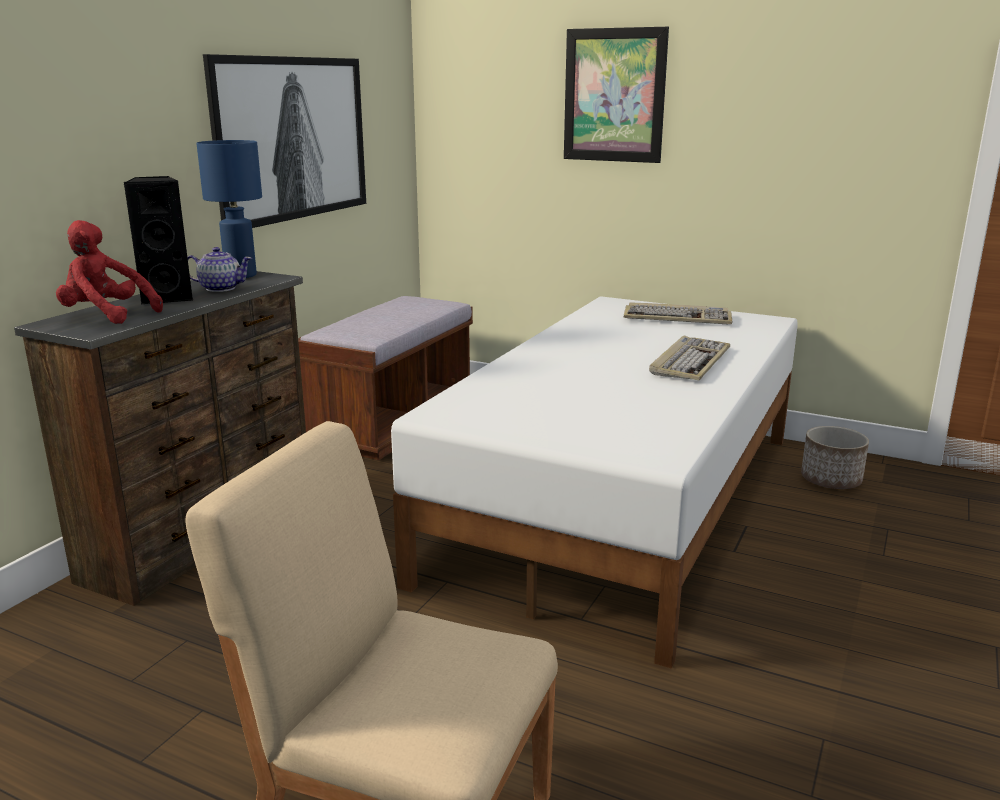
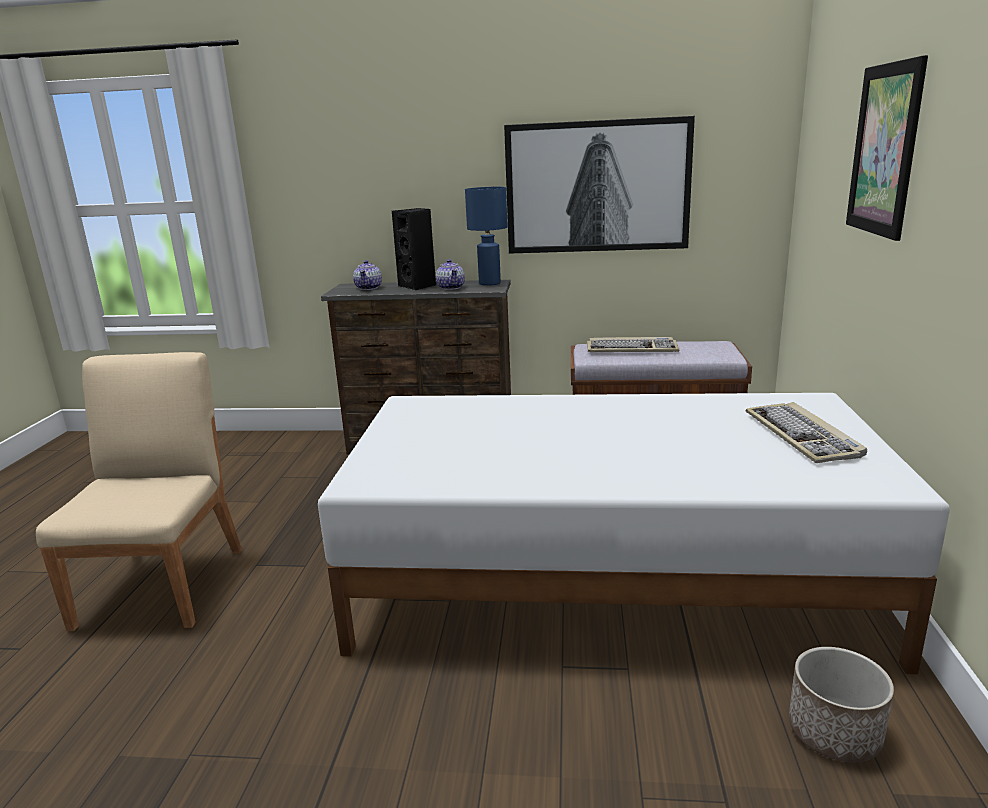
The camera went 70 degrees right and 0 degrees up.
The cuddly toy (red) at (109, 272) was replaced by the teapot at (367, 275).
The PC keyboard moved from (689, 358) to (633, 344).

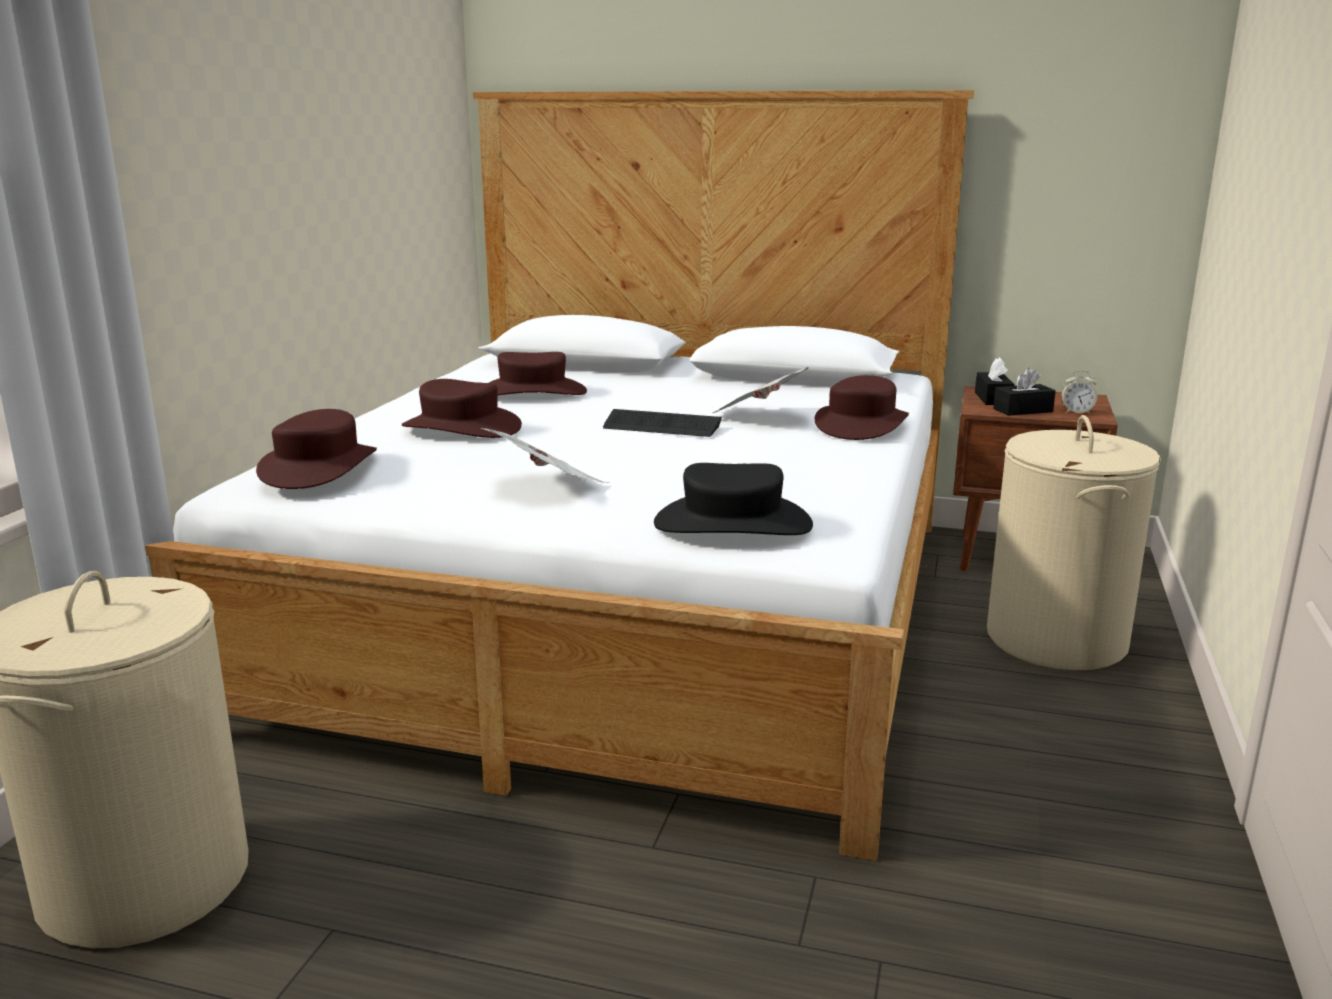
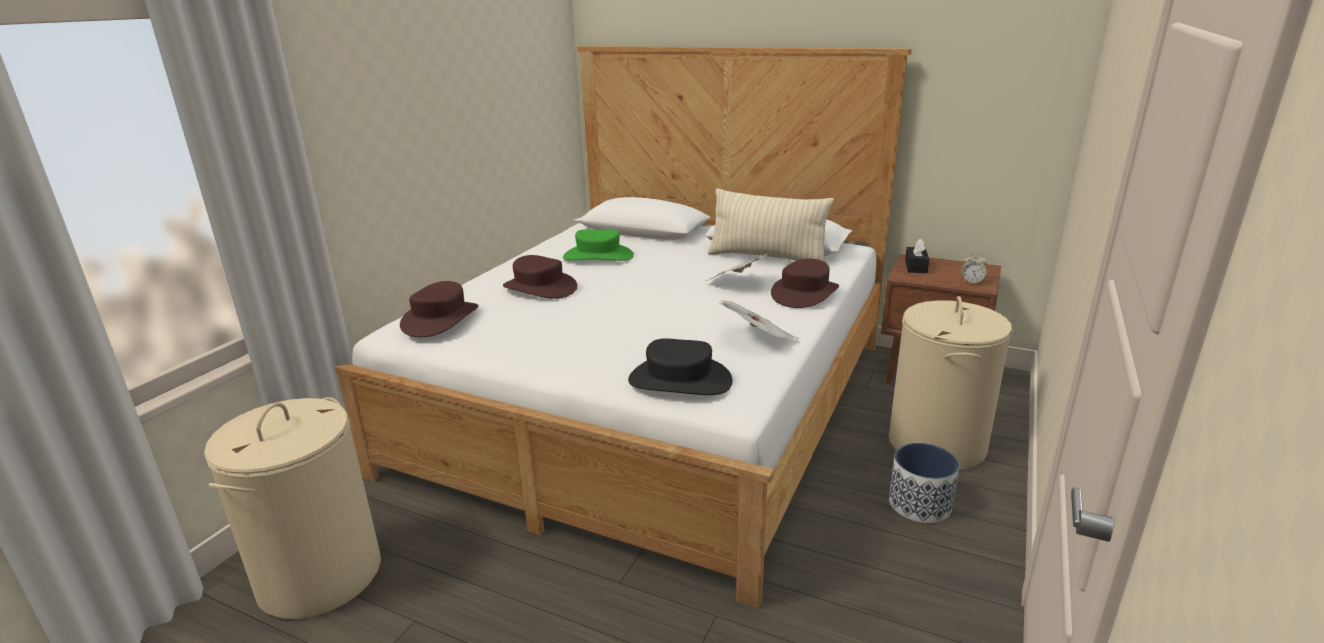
The camera went 10 degrees right and 5 degrees up.
The hat (brown-coloured) at (538, 373) became the hat (green-coloured) at (598, 245).
The tissue holder (black-coloured) at (1024, 392) disappeared.
The PC keyboard at (662, 423) disappeared.
The newspaper moved from (544, 455) to (759, 320).
The pillow (beige) at (771, 225) appeared.
The flower pot at (924, 483) appeared.

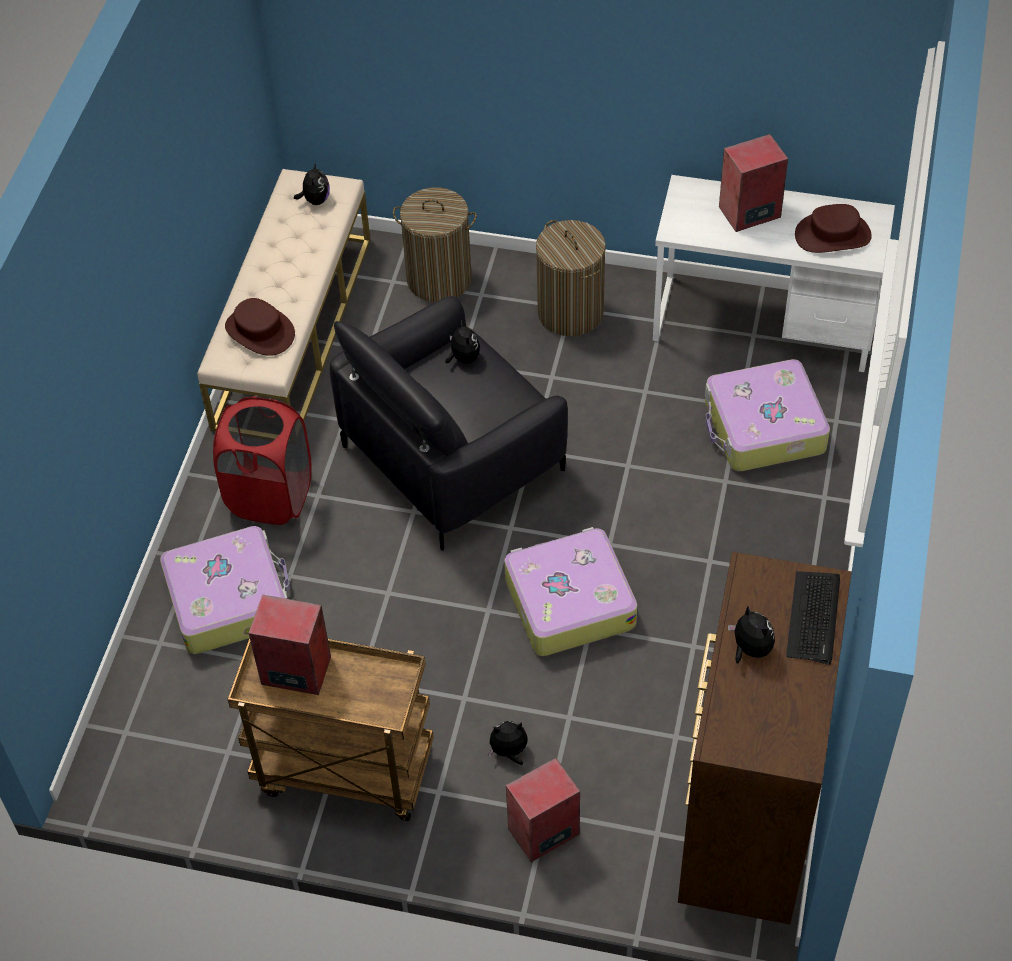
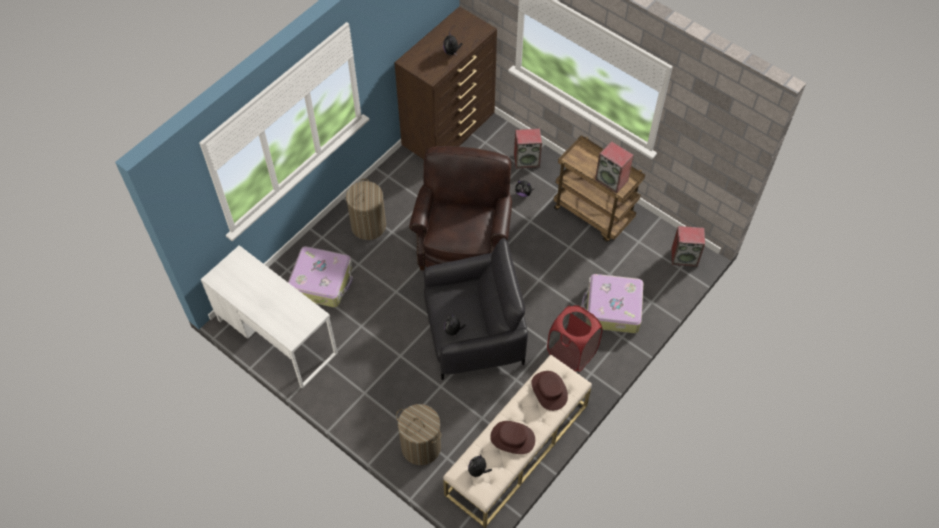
The camera went 155 degrees left and 5 degrees up.
The audio speaker moved from (753, 183) to (688, 246).
The hat (brown-coloured) moved from (833, 228) to (512, 437).
The laundry basket moved from (571, 278) to (366, 209).
The travel case at (570, 591) was replaced by the lounge chair (brown-coloured) at (460, 208).
The PC keyboard at (813, 618) disappeared.

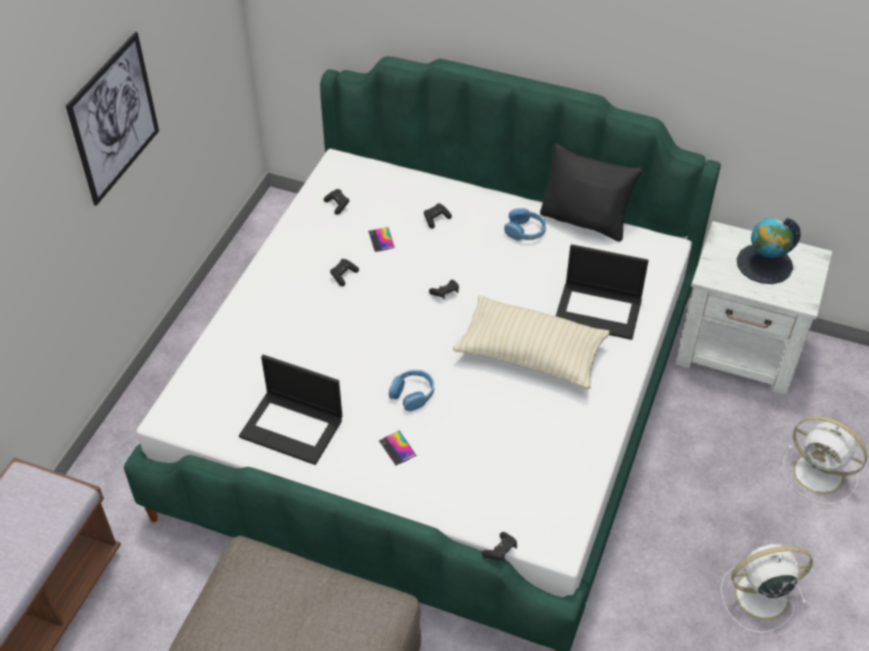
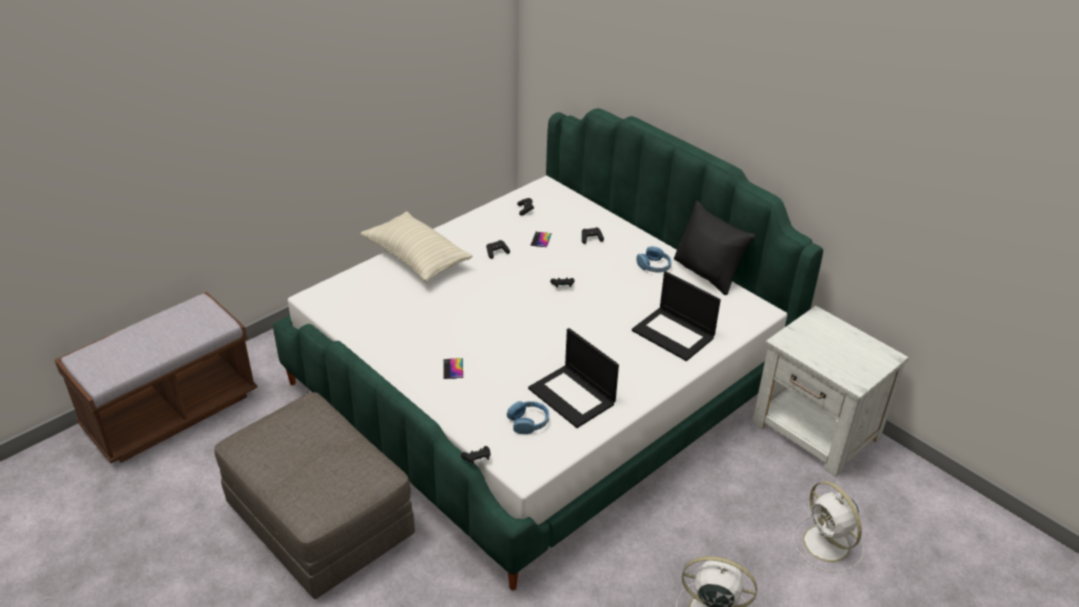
The camera went 25 degrees right and 10 degrees down.
The picture at (112, 119) disappeared.
The desk globe at (769, 251) disappeared.
The pillow (beige) moved from (531, 342) to (416, 247).
The notebook computer moved from (290, 410) to (573, 378).
The headphones (blue) moved from (411, 390) to (528, 417).

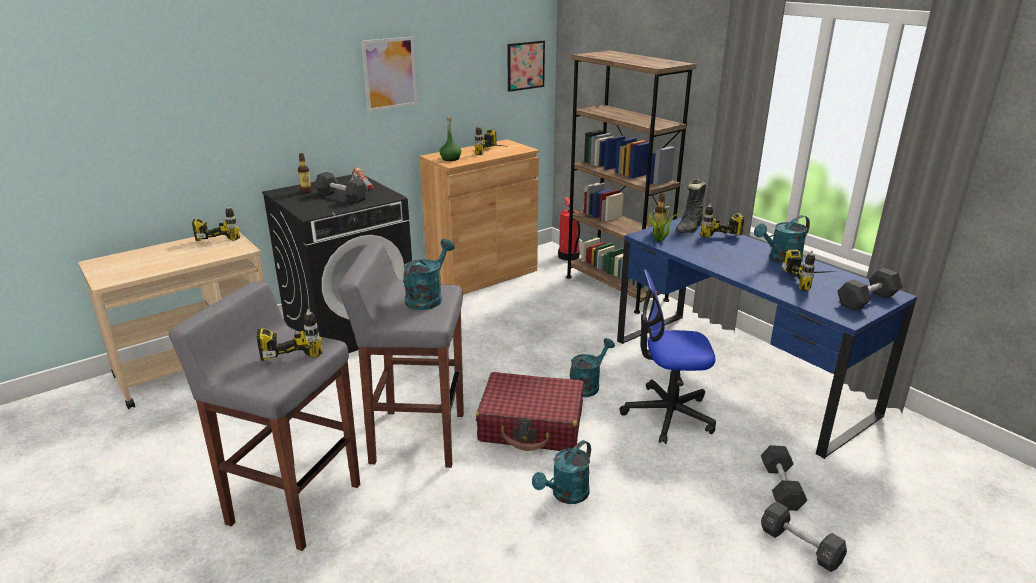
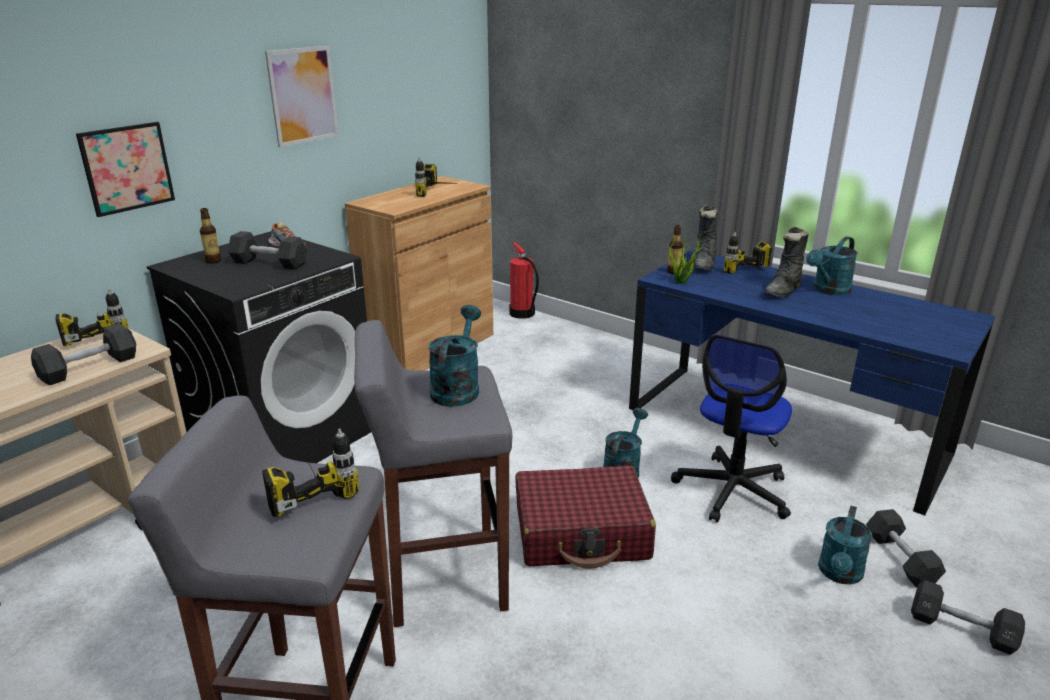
The camera went 15 degrees left and 0 degrees up.
The picture moved from (526, 66) to (125, 169).
The bookcase (brown-coloured) at (631, 182) disappeared.
The beverage bottle (green-coloured) at (450, 139) disappeared.
The power drill at (810, 270) disappeared.
The free weight (black-coloured) moved from (870, 289) to (83, 354).
The computer chair at (667, 356) turned 45 degrees counterclockwise.
The sprinkling can (blue-green) moved from (561, 472) to (845, 544).
The high-top boot (black-coloured) at (786, 261) appeared.

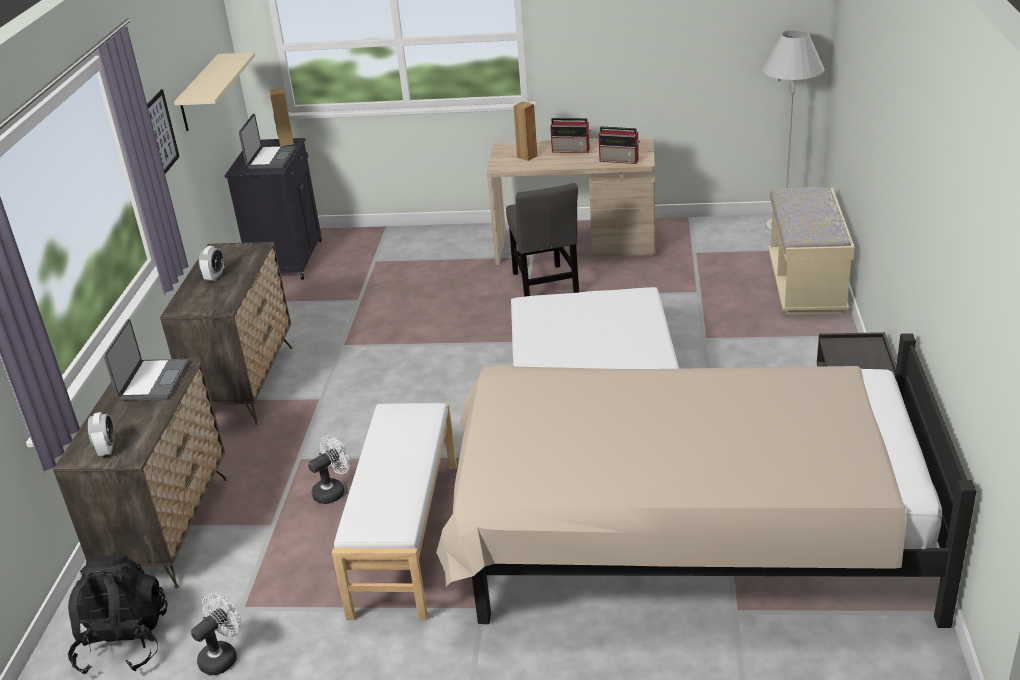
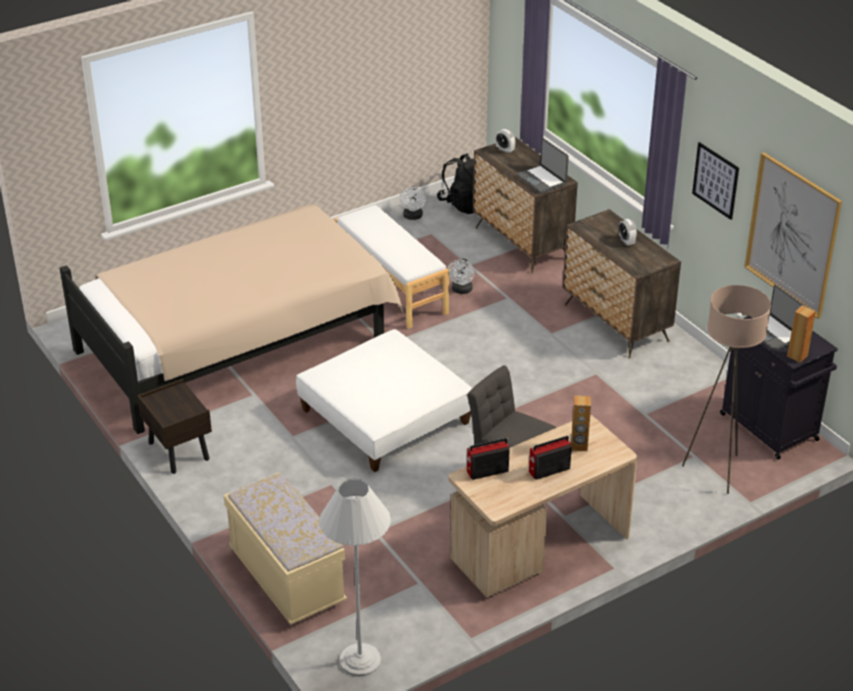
The camera went 140 degrees right and 5 degrees up.
The shelf (beige) at (214, 91) was replaced by the picture at (793, 235).
The standard lamp (beige) at (726, 389) appeared.

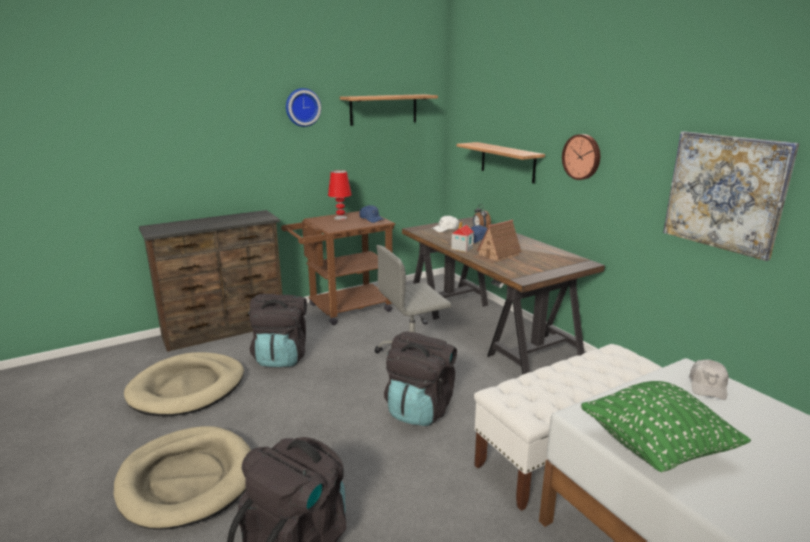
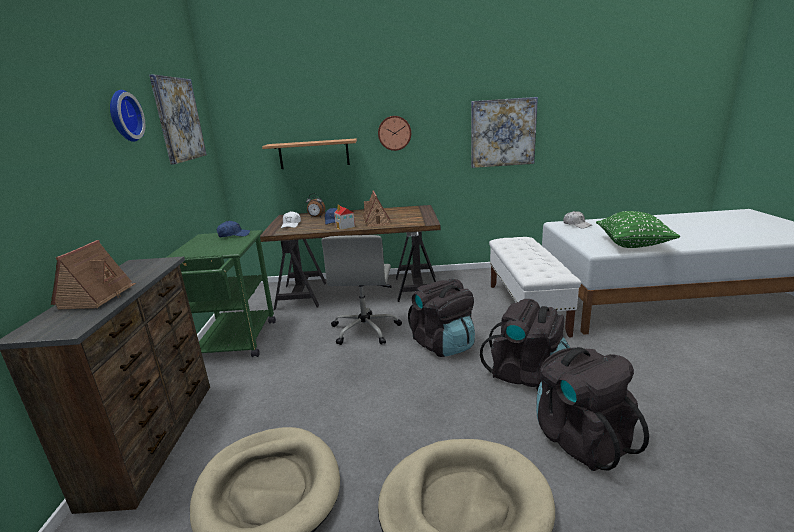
The camera went 60 degrees left and 0 degrees up.
The shelf at (389, 110) was replaced by the picture at (178, 119).
The lamp for a table (red) at (340, 195) disappeared.
The wheeled cart (brown-coloured) at (338, 268) became the wheeled cart (green-coloured) at (221, 293).
The rucksack (black-coloured) moved from (277, 330) to (525, 345).
The model house at (93, 274) appeared.

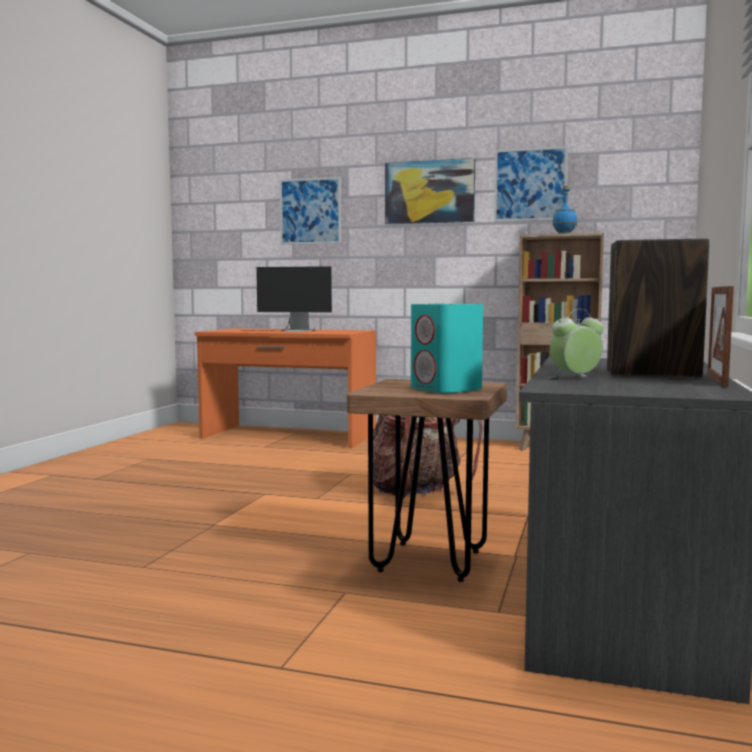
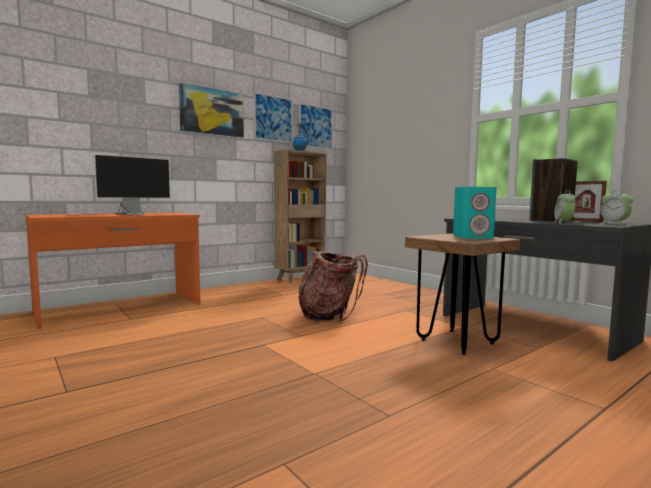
The camera went 55 degrees left and 0 degrees up.
The picture moved from (310, 211) to (316, 126).
The alarm clock at (616, 207) appeared.

